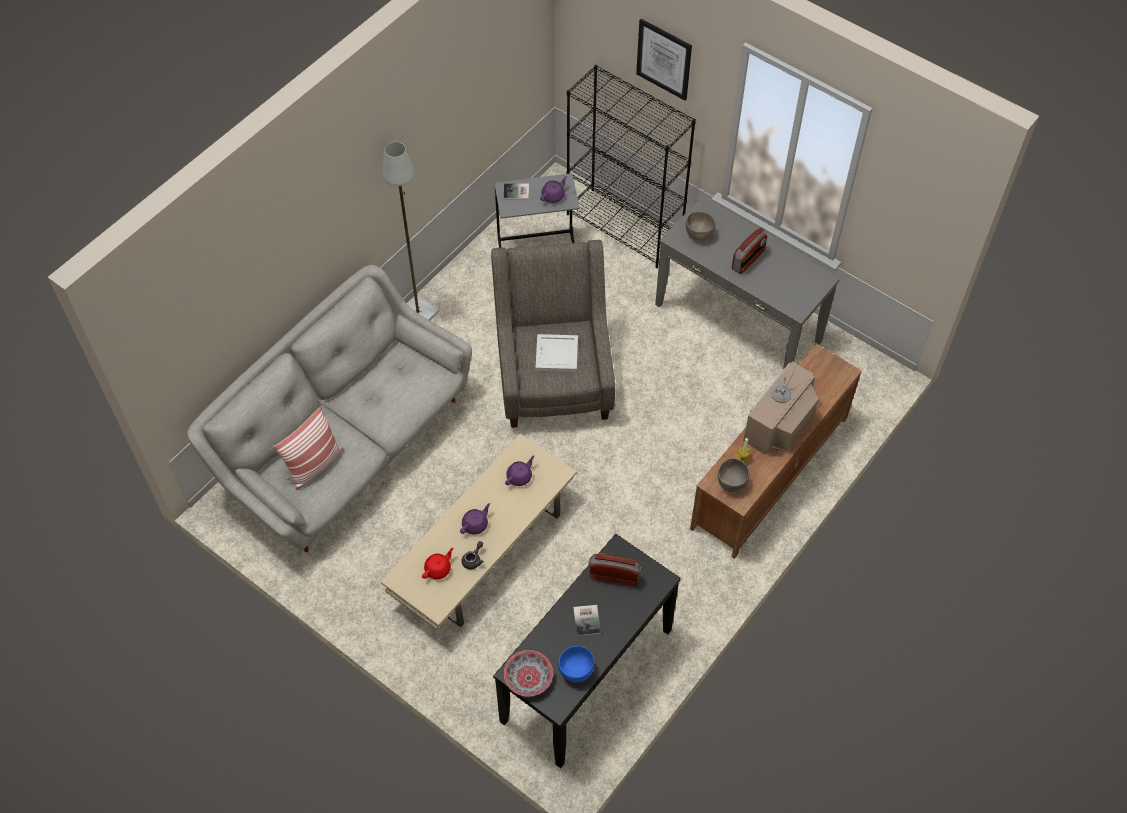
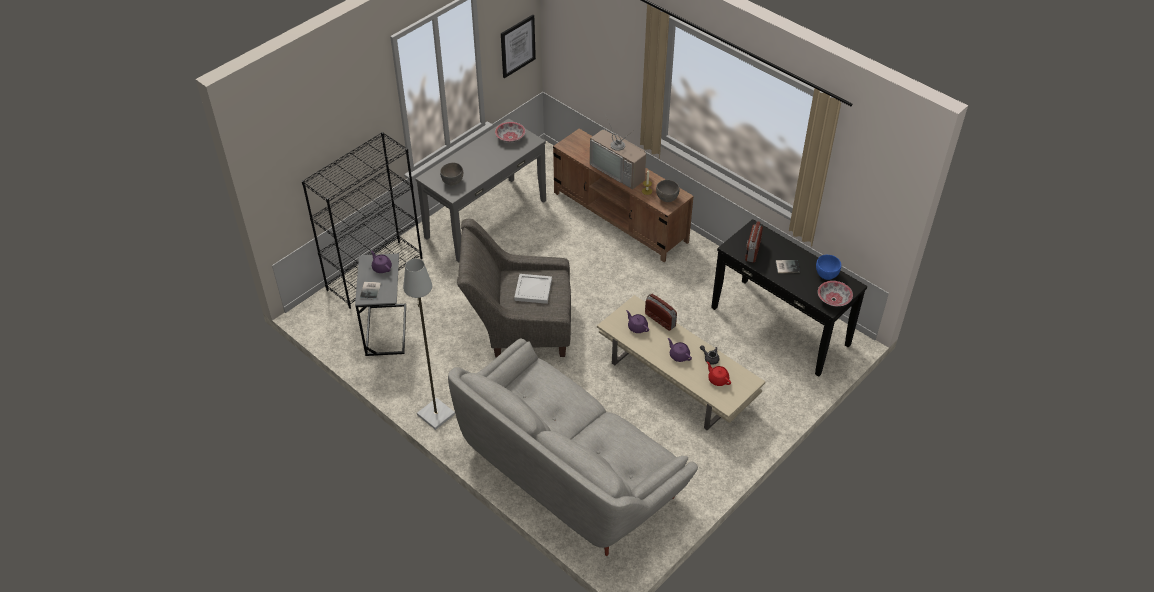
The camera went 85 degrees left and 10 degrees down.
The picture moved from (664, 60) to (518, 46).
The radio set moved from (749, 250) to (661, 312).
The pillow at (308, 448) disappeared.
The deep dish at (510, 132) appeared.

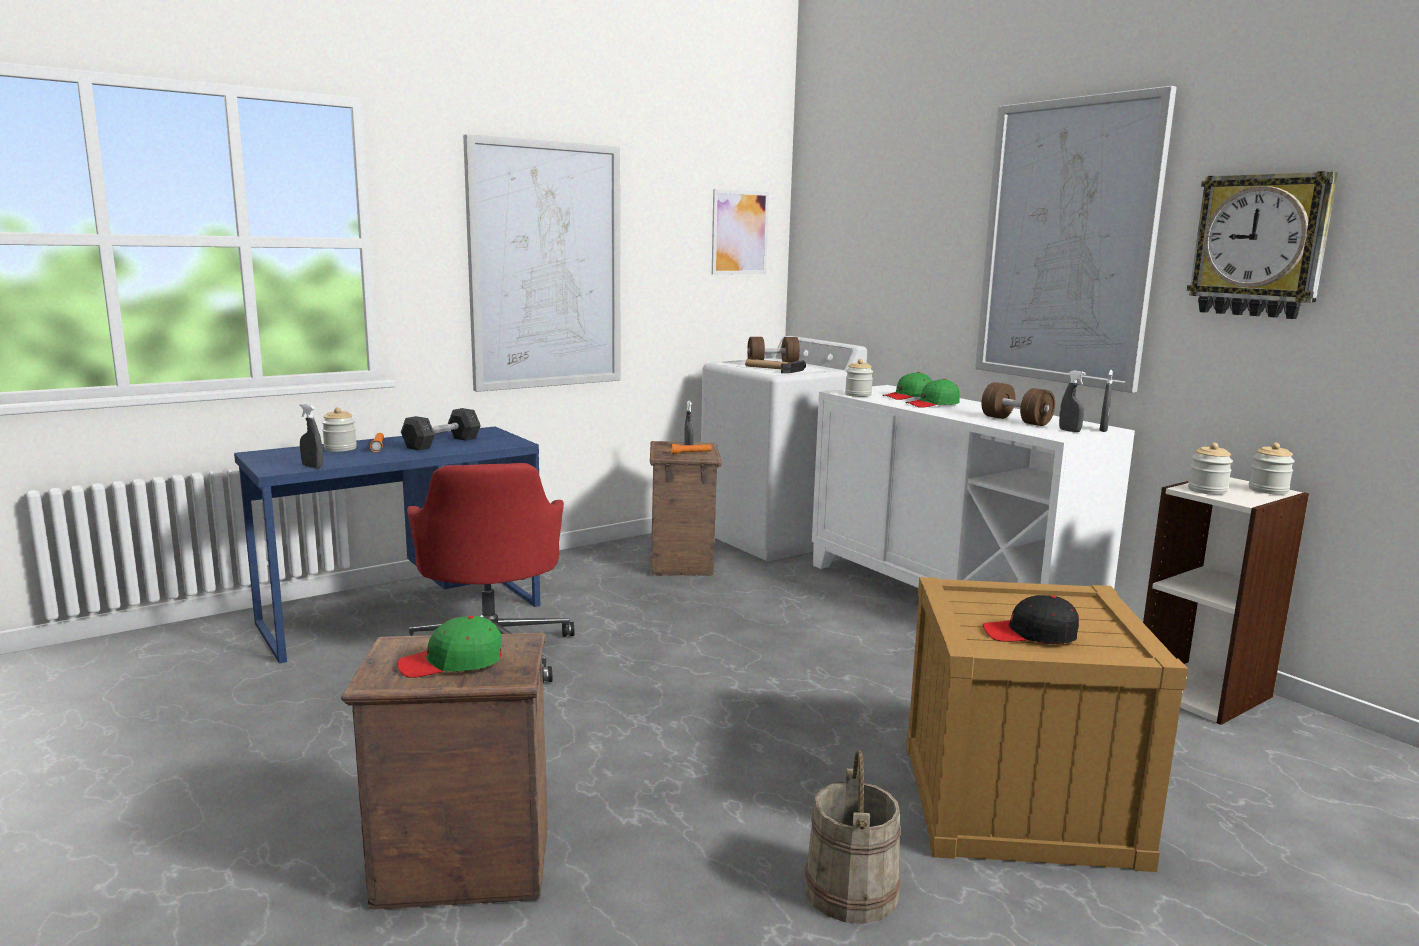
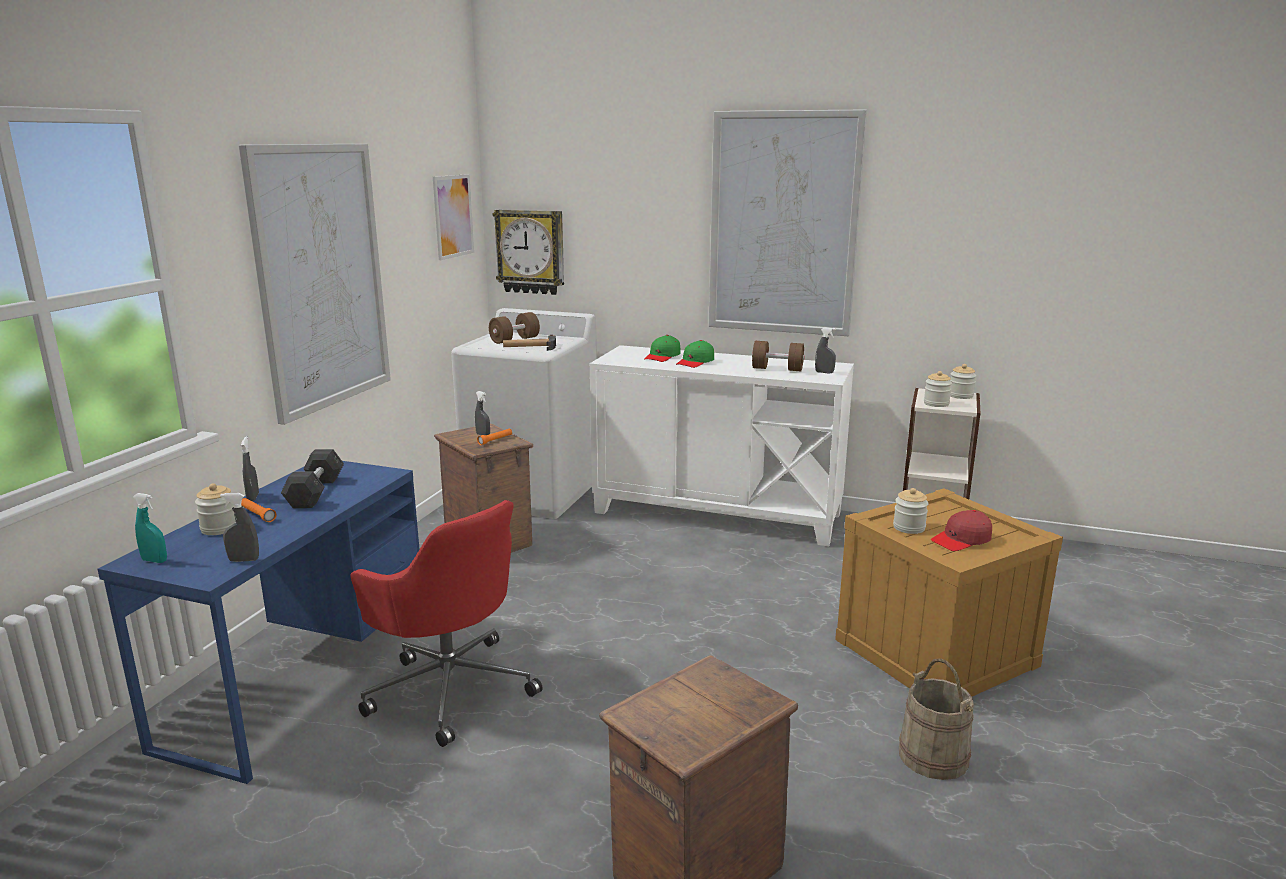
The camera went 35 degrees left and 5 degrees up.
The wall clock moved from (1262, 245) to (528, 252).
The storage jar moved from (859, 378) to (911, 511).
The sprayer (gray) moved from (1106, 401) to (250, 468).
The peaked cap (black-coloured) at (1031, 619) became the peaked cap (red) at (961, 530).
The peaked cap (green-coloured) at (449, 647) disappeared.
The sprayer (blue-green) at (150, 528) appeared.

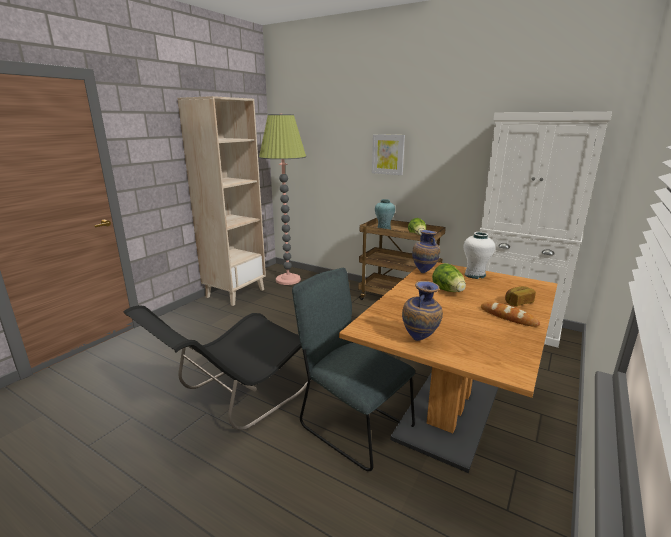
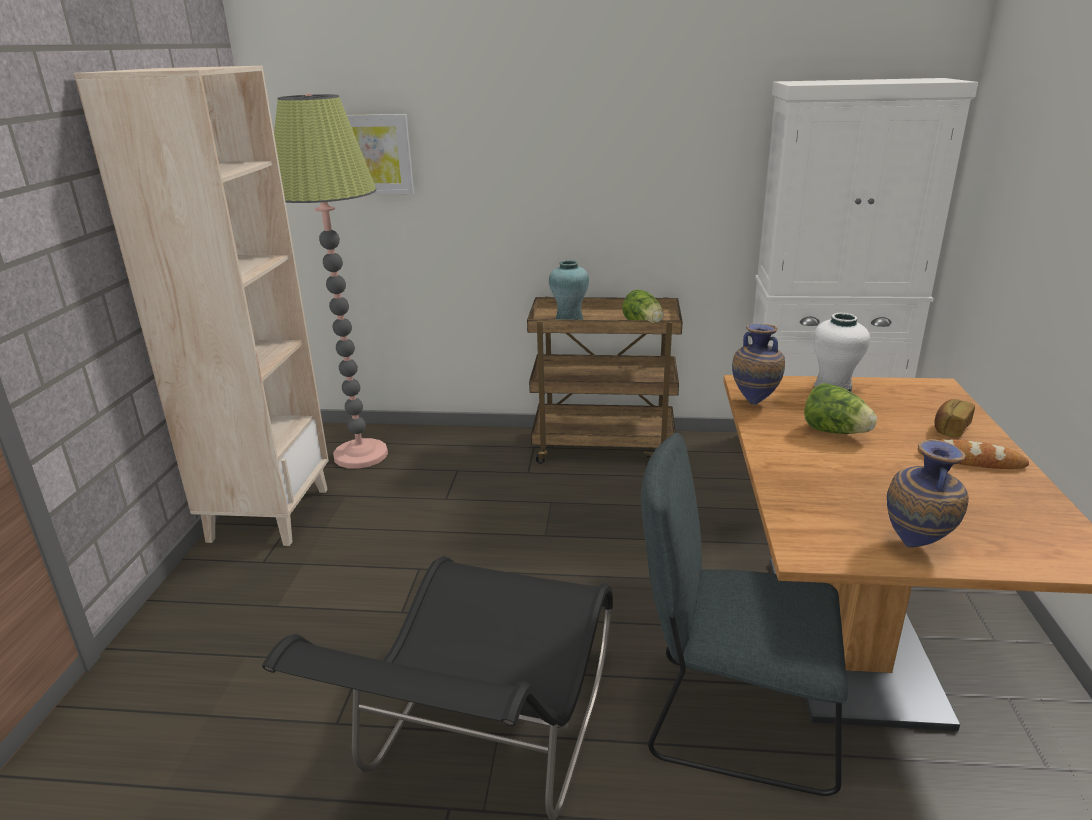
The camera went 25 degrees left and 5 degrees up.
The picture moved from (388, 154) to (380, 154).

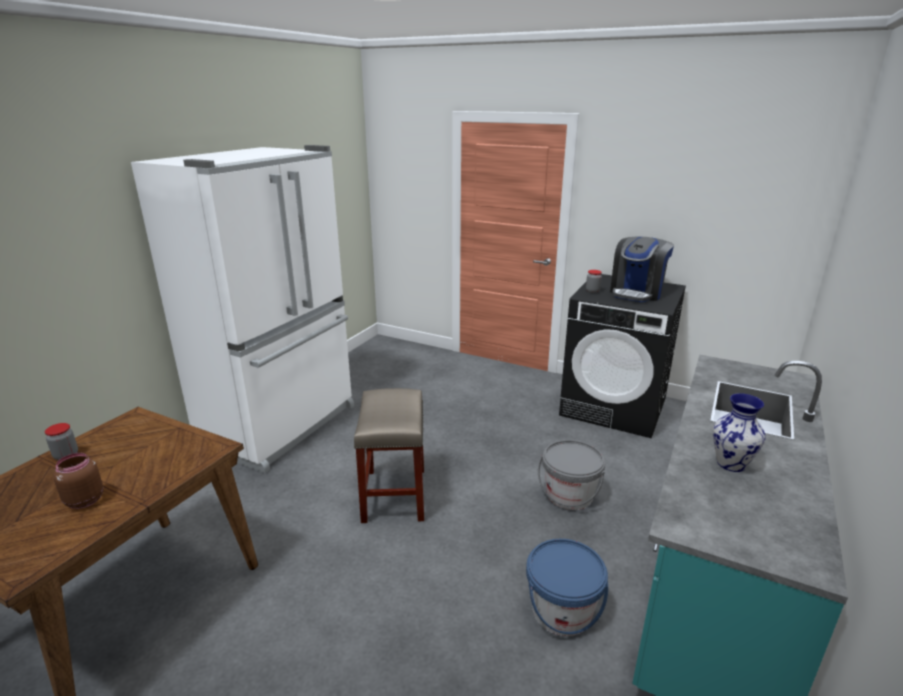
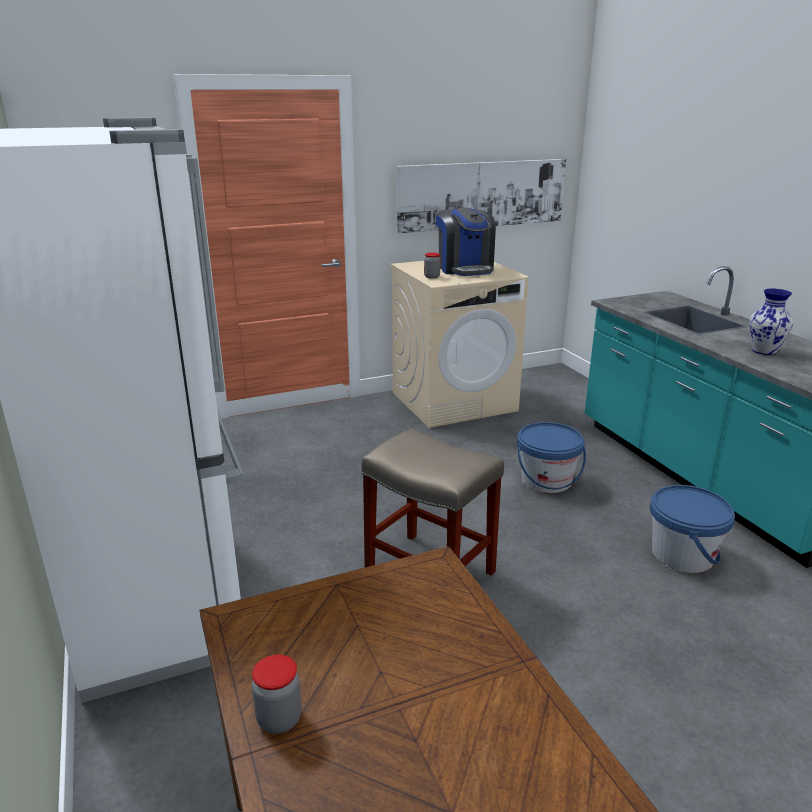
The camera went 50 degrees left and 0 degrees up.
The laundry machine (black-coloured) at (622, 356) became the laundry machine (beige) at (460, 344).
The pail (gray) at (571, 475) became the pail (blue) at (551, 457).
The storage jar (brown-coloured) at (78, 481) disappeared.
The picture at (481, 196) appeared.

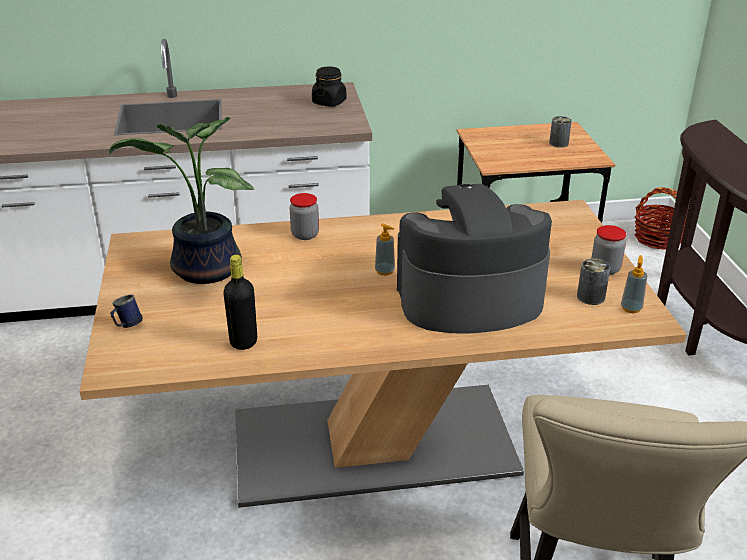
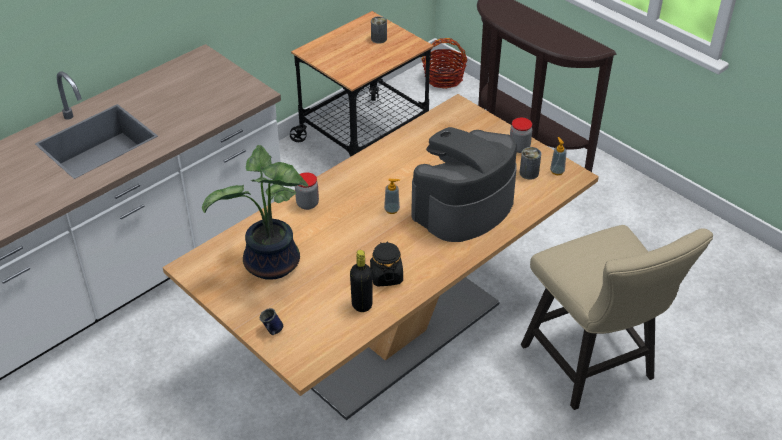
The camera went 35 degrees left and 10 degrees up.
The storage jar (black-coloured) moved from (329, 87) to (386, 263).

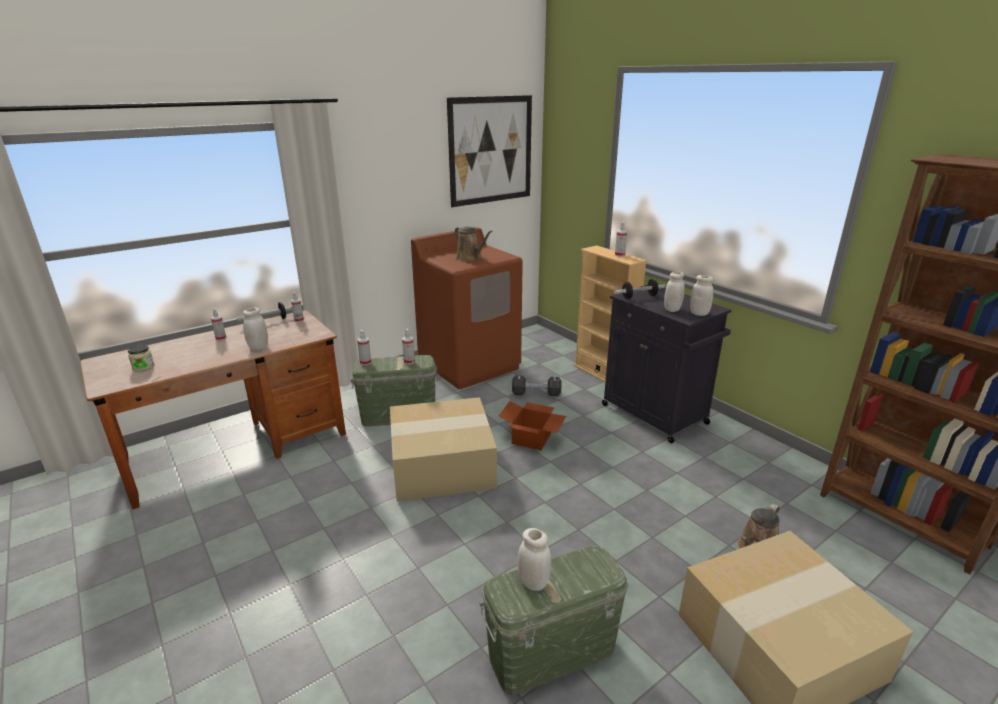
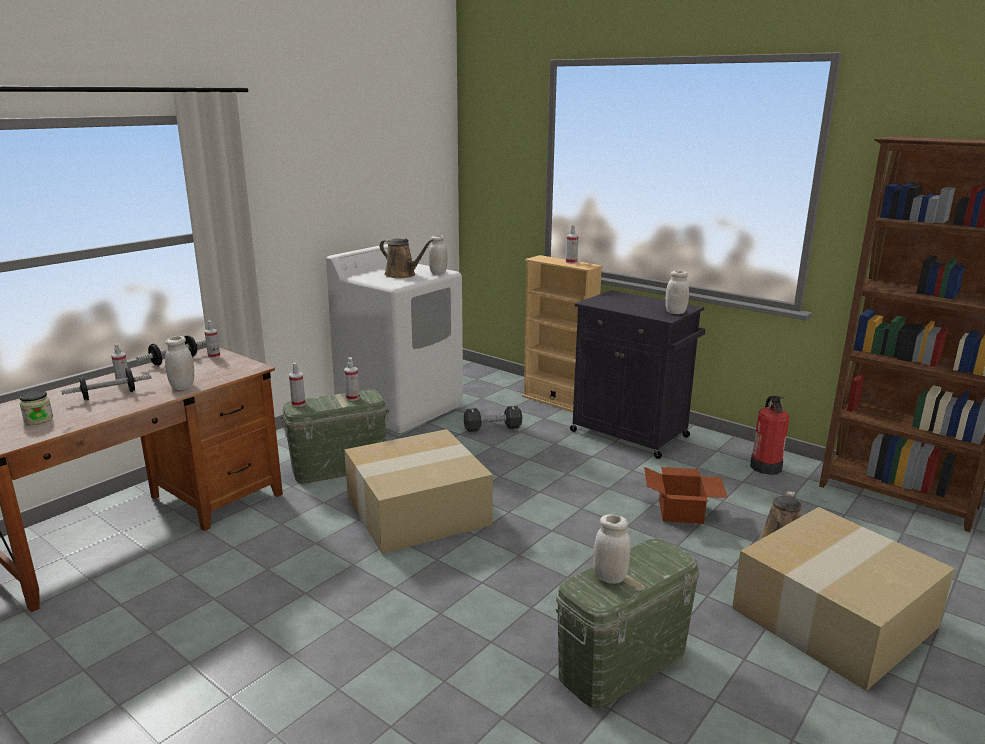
The camera went 15 degrees left and 5 degrees down.
The picture at (489, 151) disappeared.
The laundry machine (brown-coloured) at (467, 308) became the laundry machine (whitish) at (394, 338).
The storage jar (whitish) moved from (674, 291) to (438, 255).
The free weight moved from (640, 289) to (106, 384).
The packing box moved from (532, 425) to (686, 495).
The fire extinguisher at (769, 435) appeared.

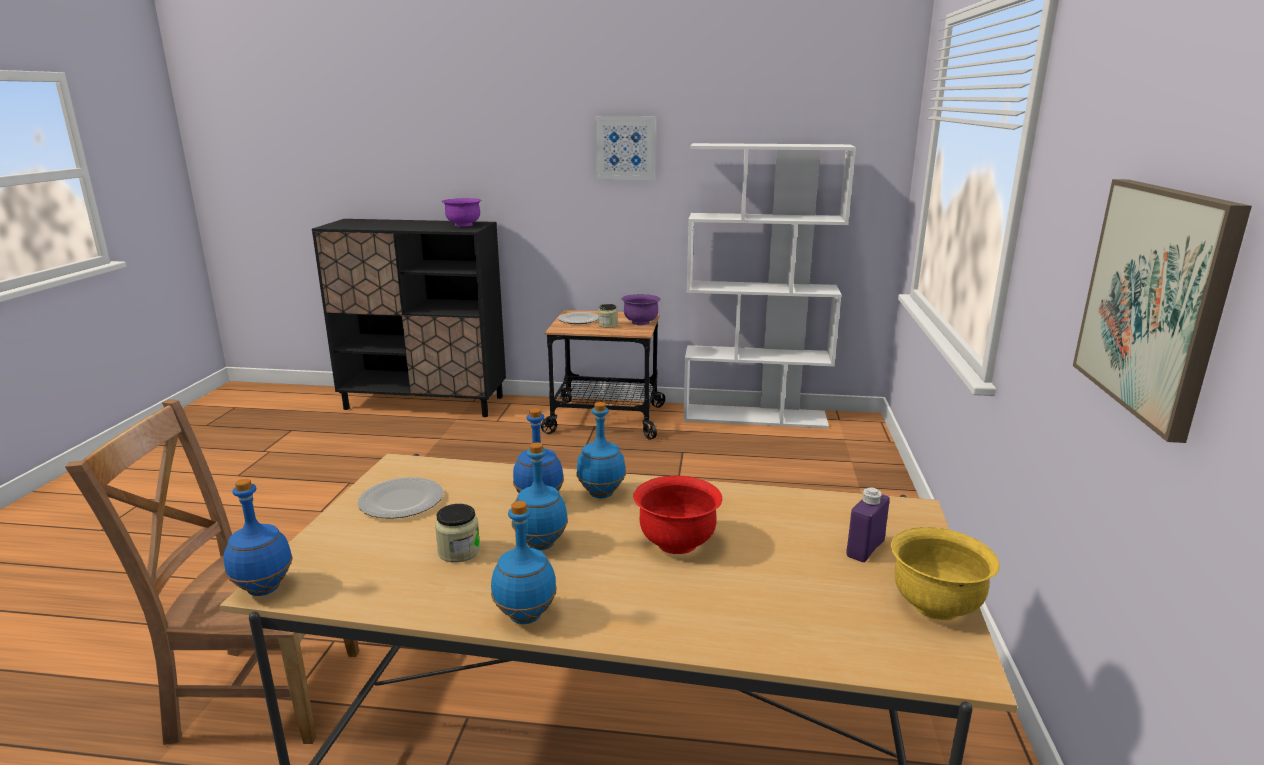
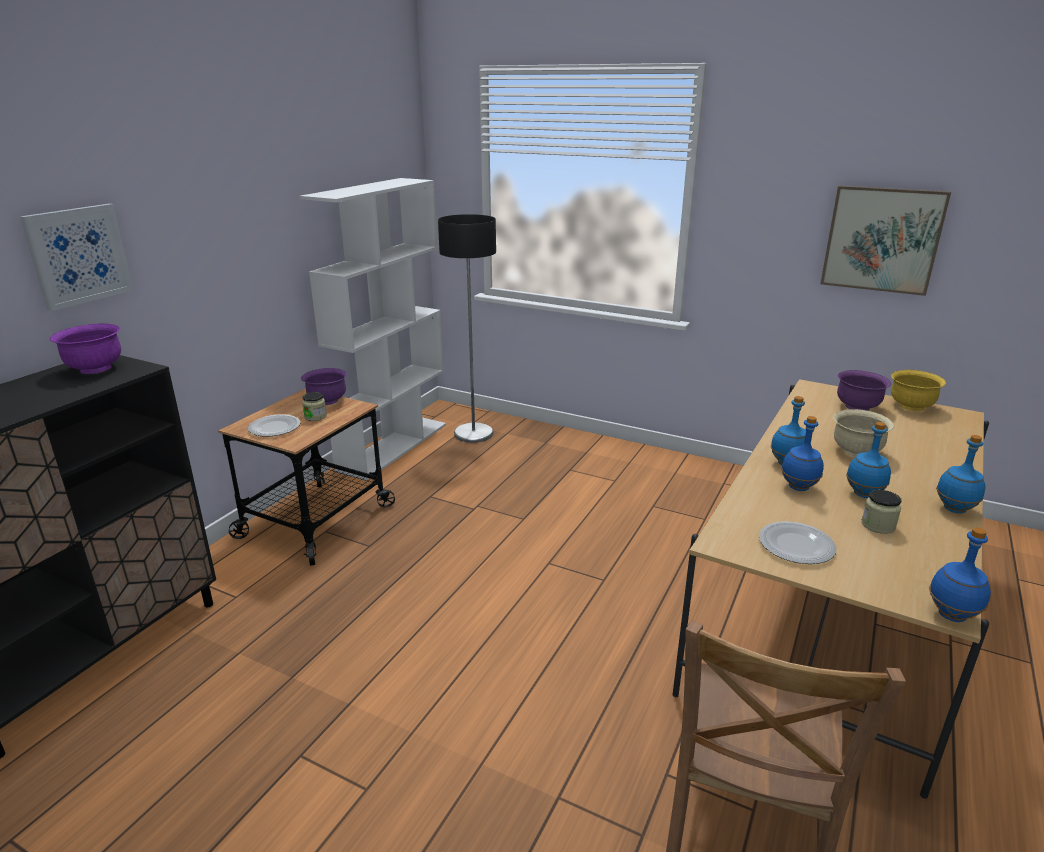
The camera went 70 degrees left and 5 degrees up.
The picture moved from (625, 148) to (76, 257).
The deep dish (red) at (677, 515) became the deep dish (beige) at (863, 433).
The beverage bottle (purple-coloured) at (868, 525) was replaced by the deep dish (purple-coloured) at (864, 390).
The standard lamp at (467, 328) appeared.

